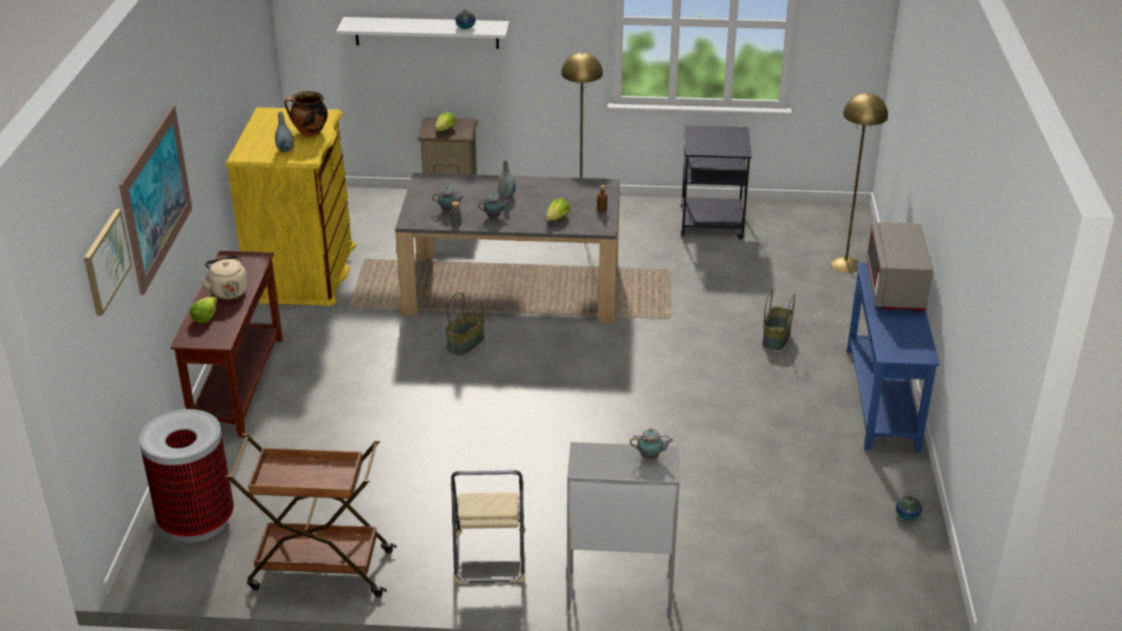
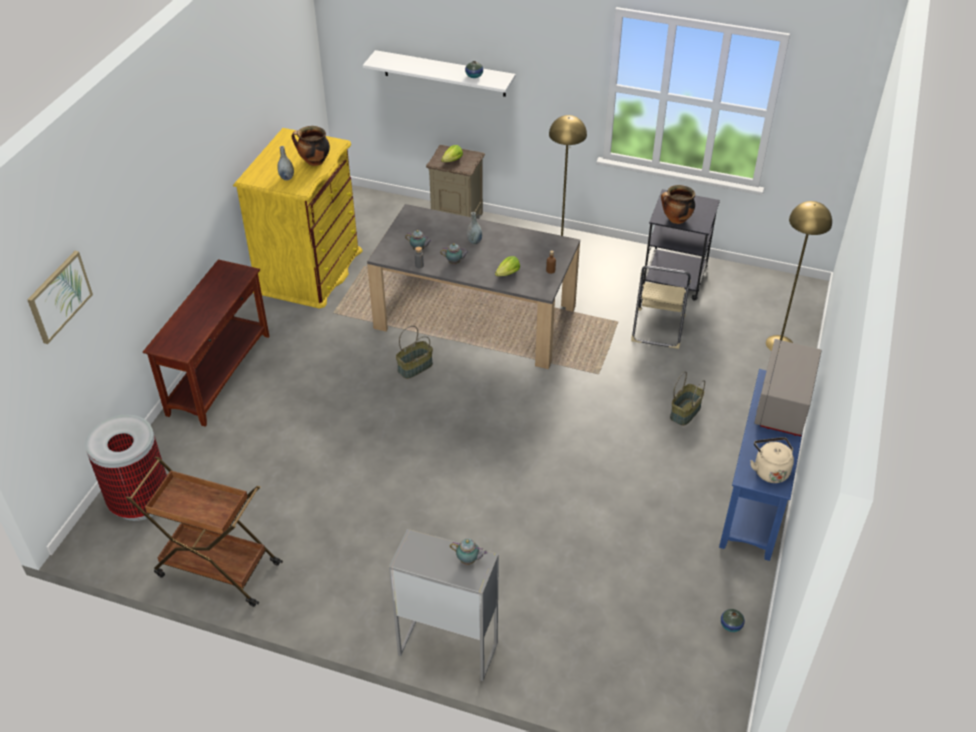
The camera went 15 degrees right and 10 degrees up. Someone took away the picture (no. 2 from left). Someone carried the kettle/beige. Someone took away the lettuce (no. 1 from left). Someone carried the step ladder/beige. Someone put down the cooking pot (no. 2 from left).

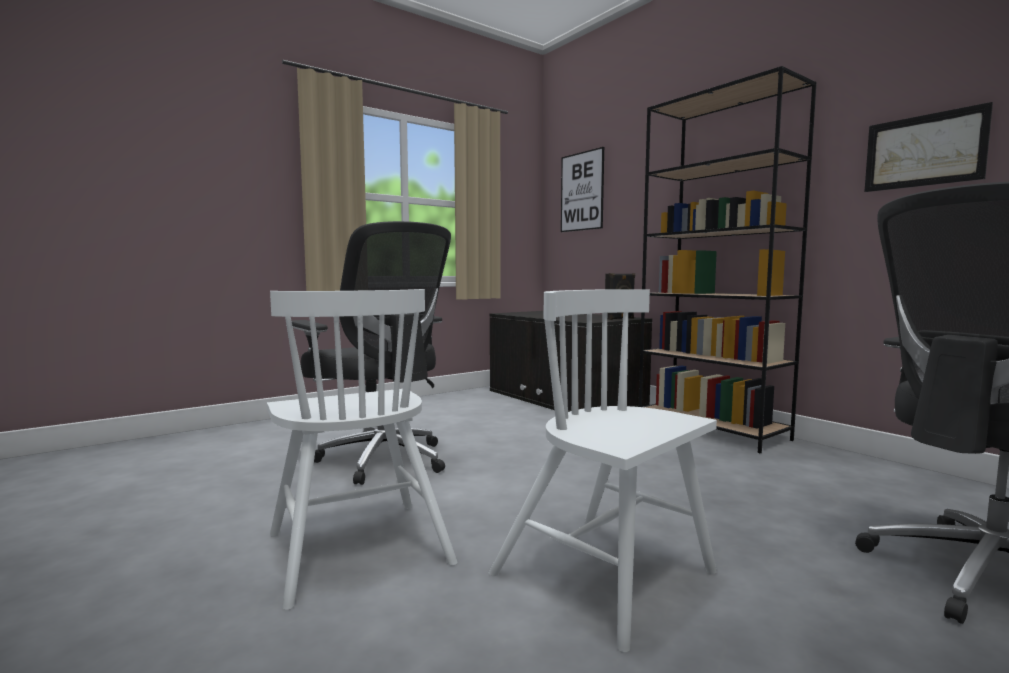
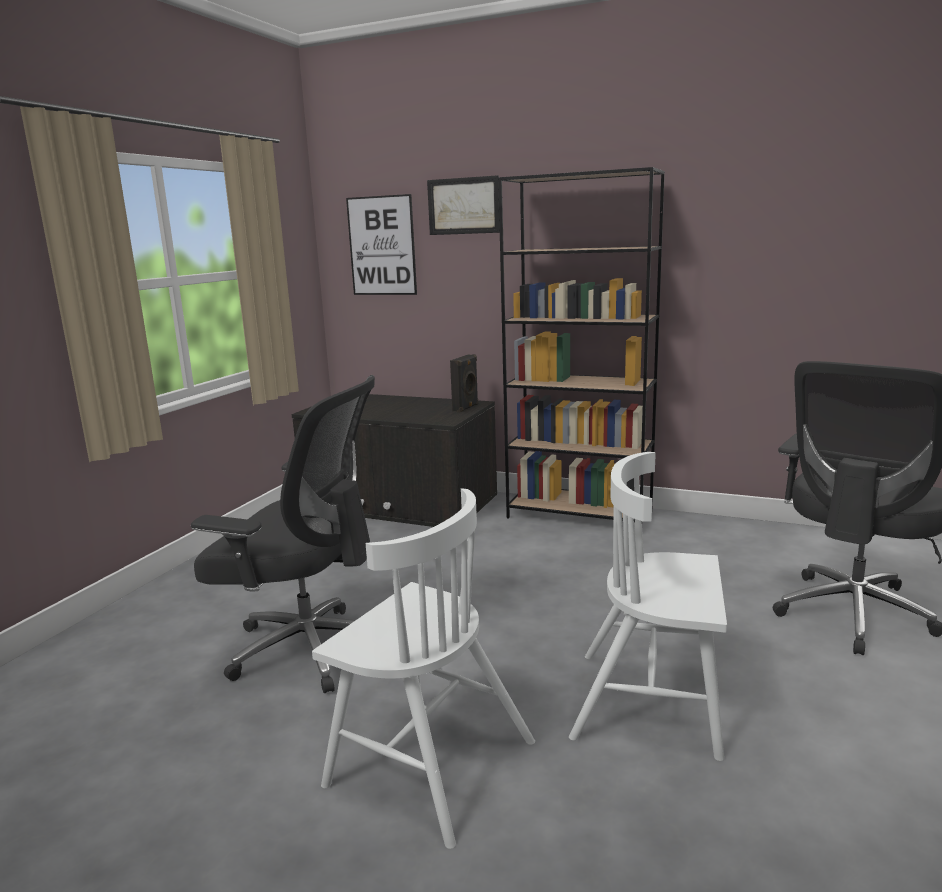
The camera went 30 degrees left and 10 degrees up. Someone carried the picture (no. 2 from left).

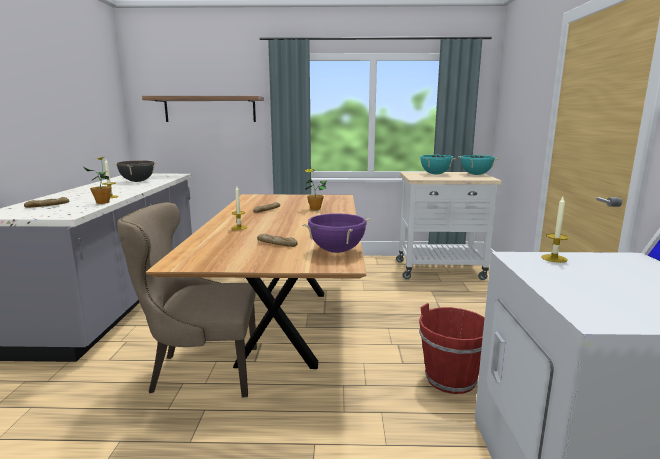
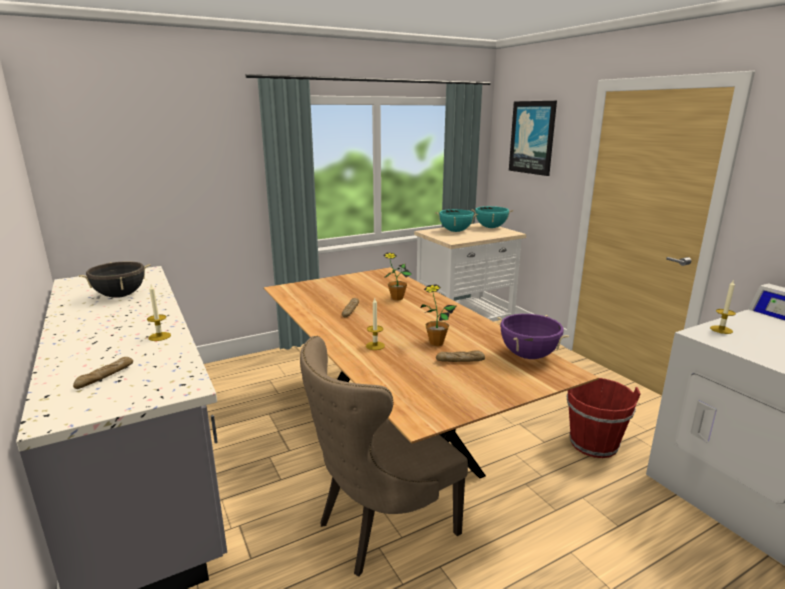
The camera went 30 degrees left and 5 degrees up. Someone took away the shelf. Someone carried the potted plant (no. 1 from left in the first image). Someone put up the picture.

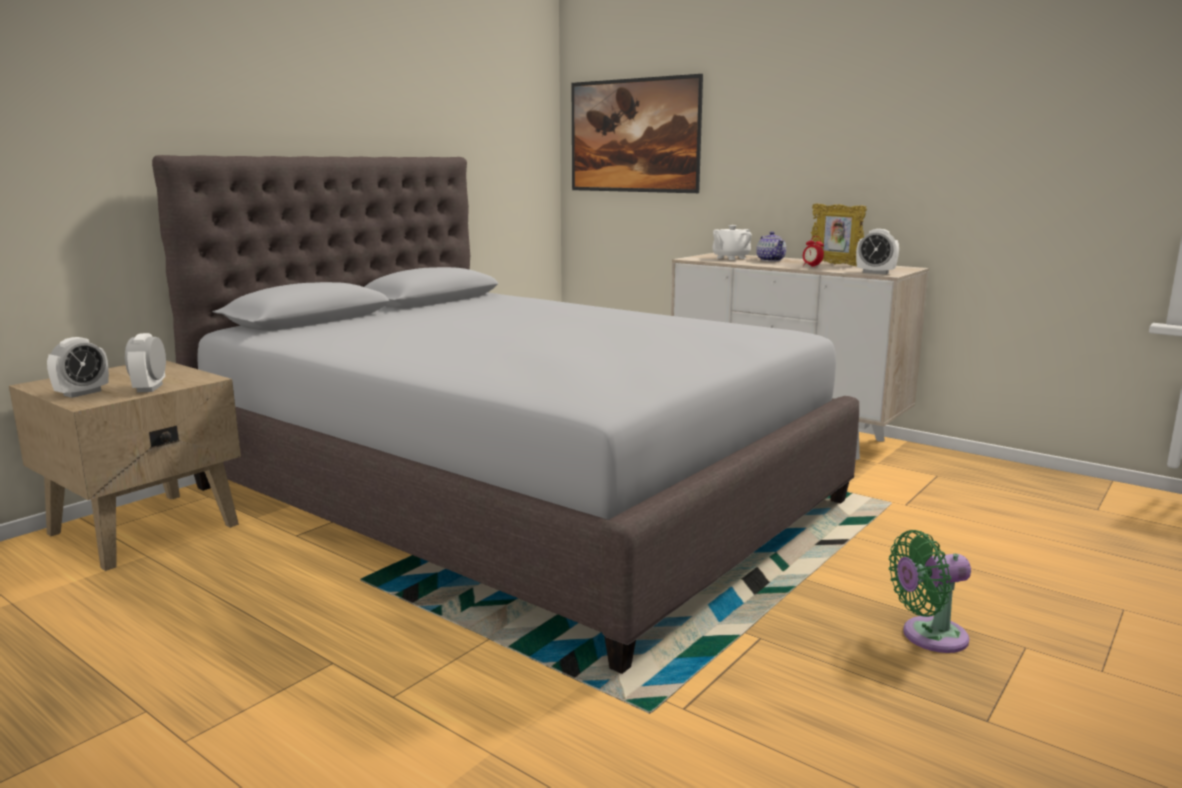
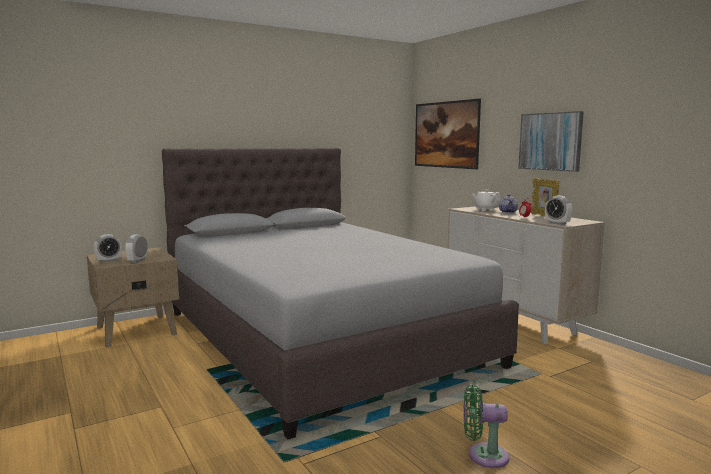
The camera went 20 degrees right and 5 degrees down. Someone put up the picture (no. 2 from left).

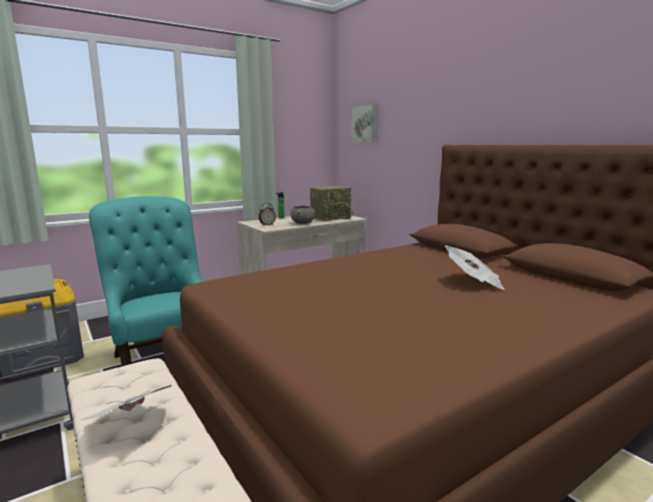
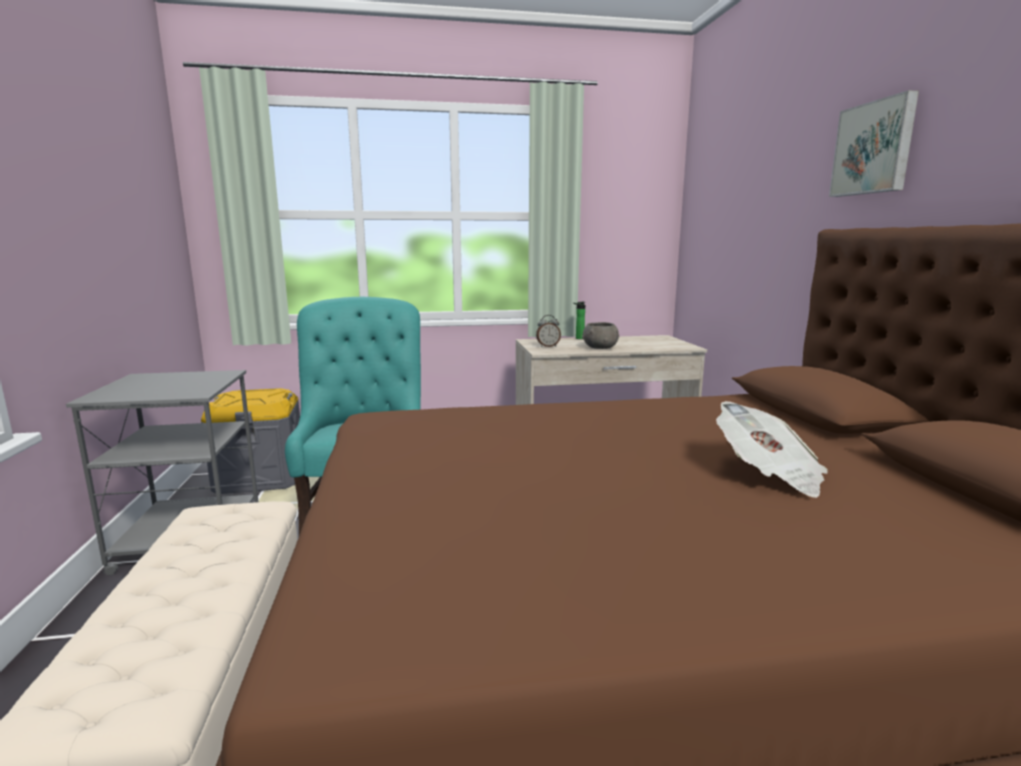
The camera went 25 degrees right and 0 degrees up. Someone carried the picture. Someone took away the radio. Someone took away the newspaper (no. 1 from left).

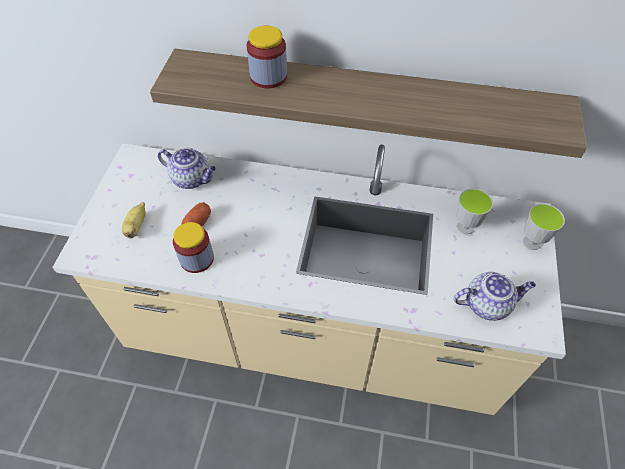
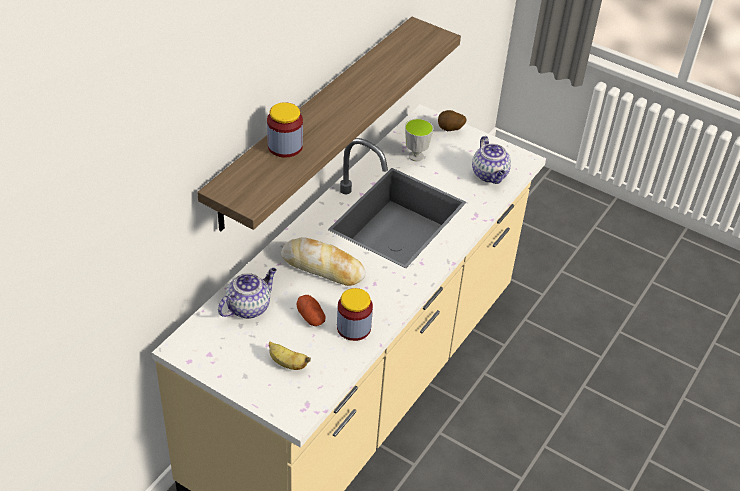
The camera went 70 degrees left and 10 degrees down. Someone swapped the cup (no. 2 from left) for the potato (no. 2 from left). Someone rotated the teapot (no. 2 from left) by 150 degrees clockwise. Someone put down the bread.

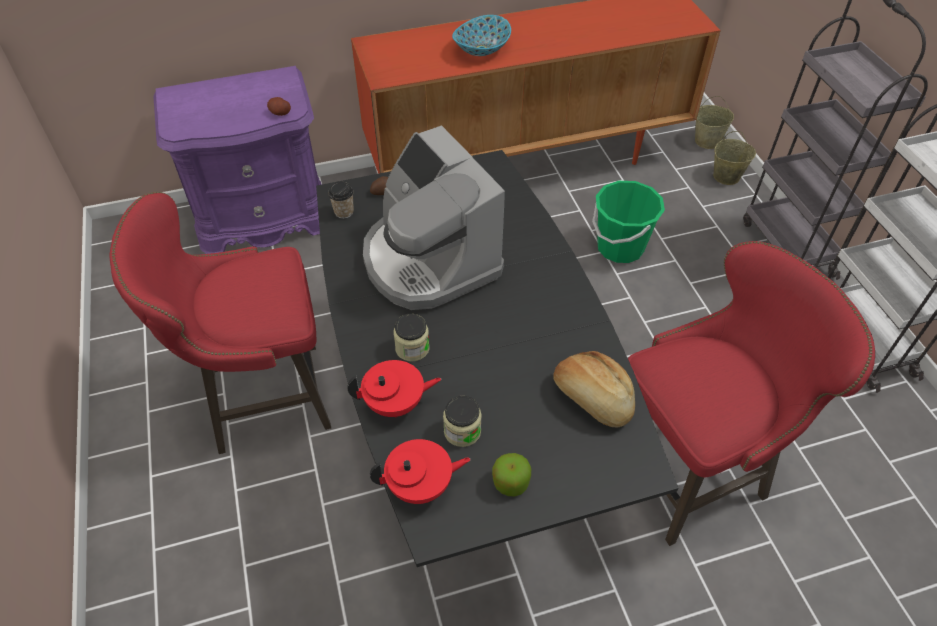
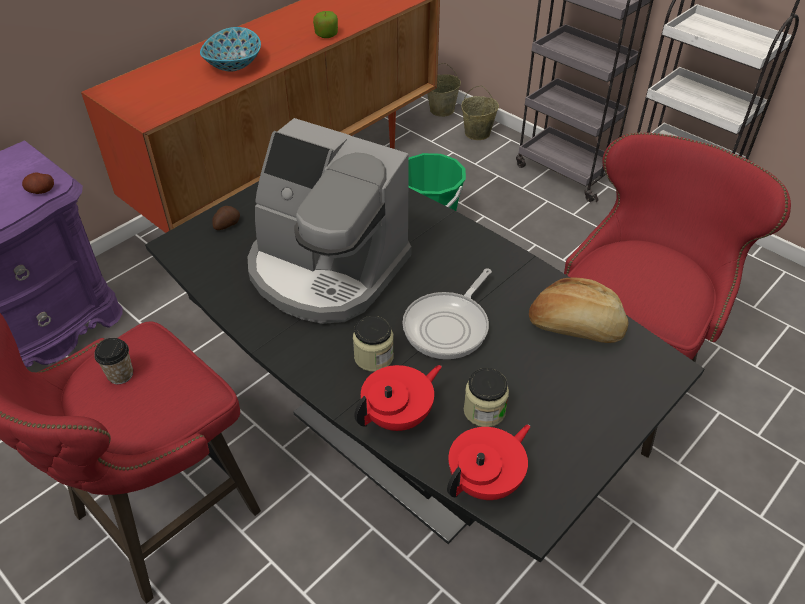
The camera went 30 degrees left and 5 degrees down. Someone carried the cup. Someone carried the apple. Someone put down the frying pan.

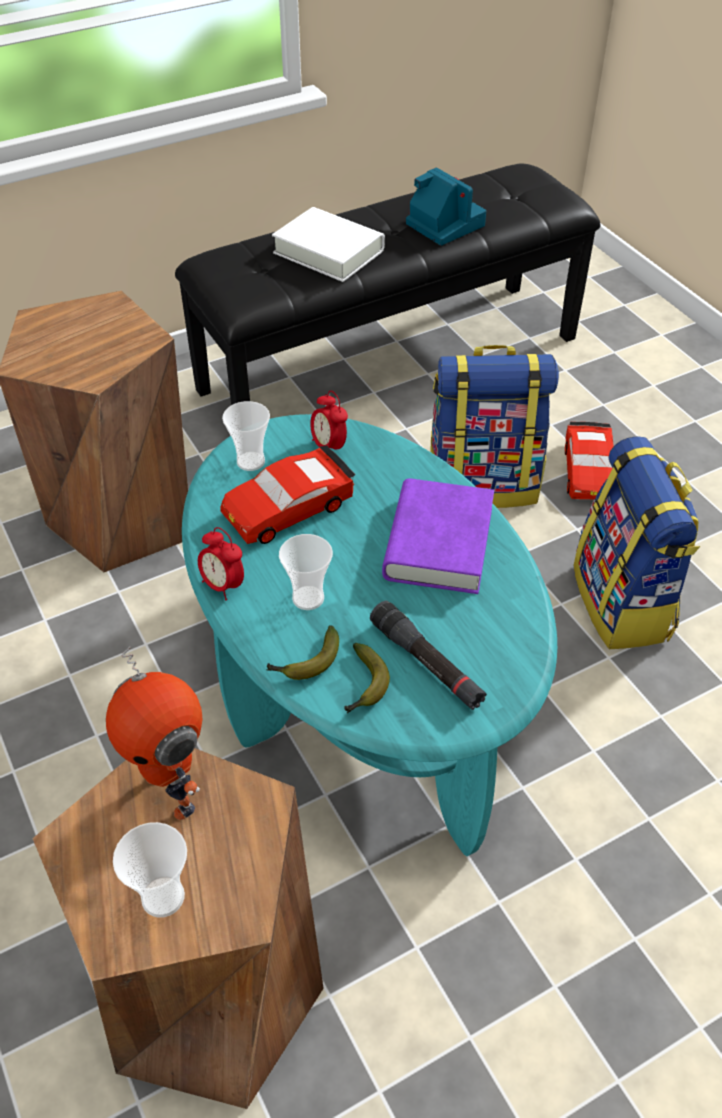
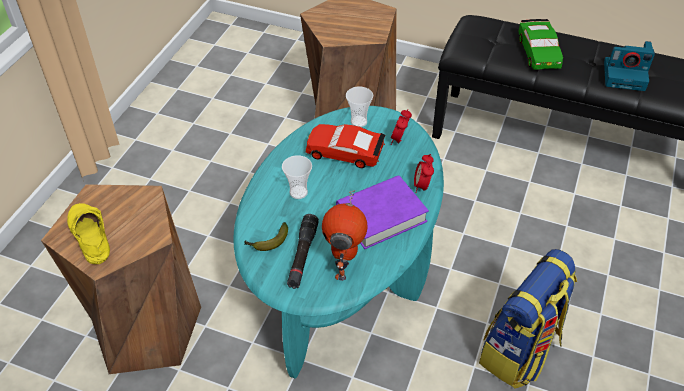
The camera went 50 degrees right and 0 degrees up. Someone rotated the photo camera by 90 degrees clockwise. Someone swapped the book/white for the toy car/green. Someone took away the backpack (no. 1 from left). Someone took away the toy car/red (no. 2 from left). Someone carried the alarm clock (no. 1 from left in the first image). Someone took away the banana (no. 1 from left). Someone carried the toy robot. Someone swapped the cup (no. 1 from left) for the shoe/yellow.

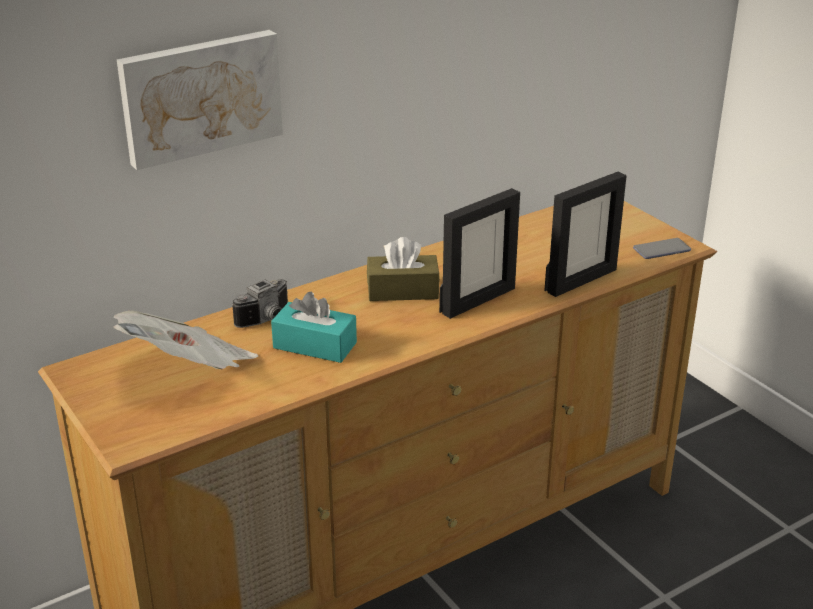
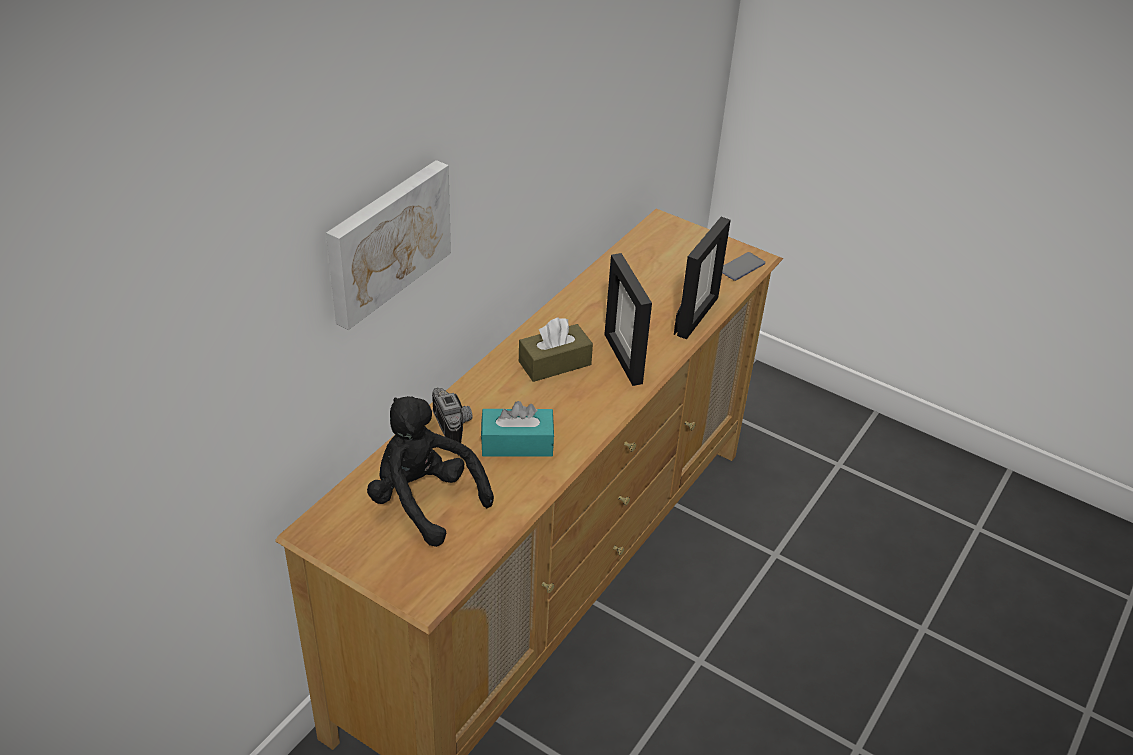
The camera went 25 degrees left and 10 degrees up. Someone rotated the picture frame (no. 1 from left) by 135 degrees clockwise. Someone rotated the photo camera by 45 degrees counterclockwise. Someone swapped the newspaper for the plush toy/black.

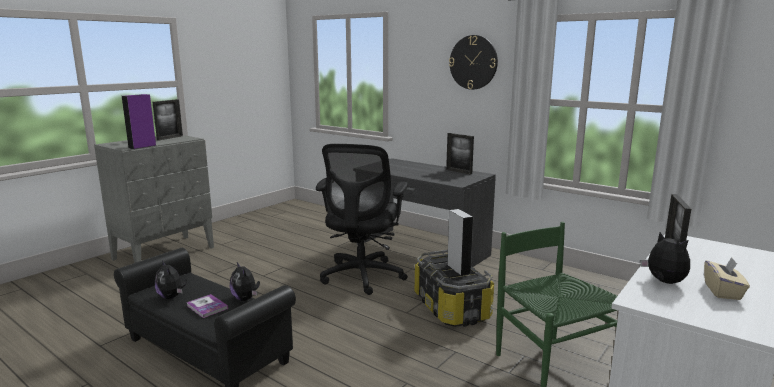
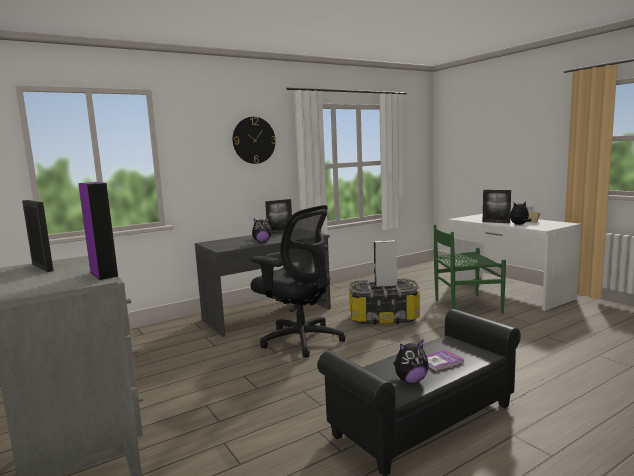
The camera went 70 degrees left and 5 degrees down. Someone carried the plush toy (no. 2 from left in the first image).

